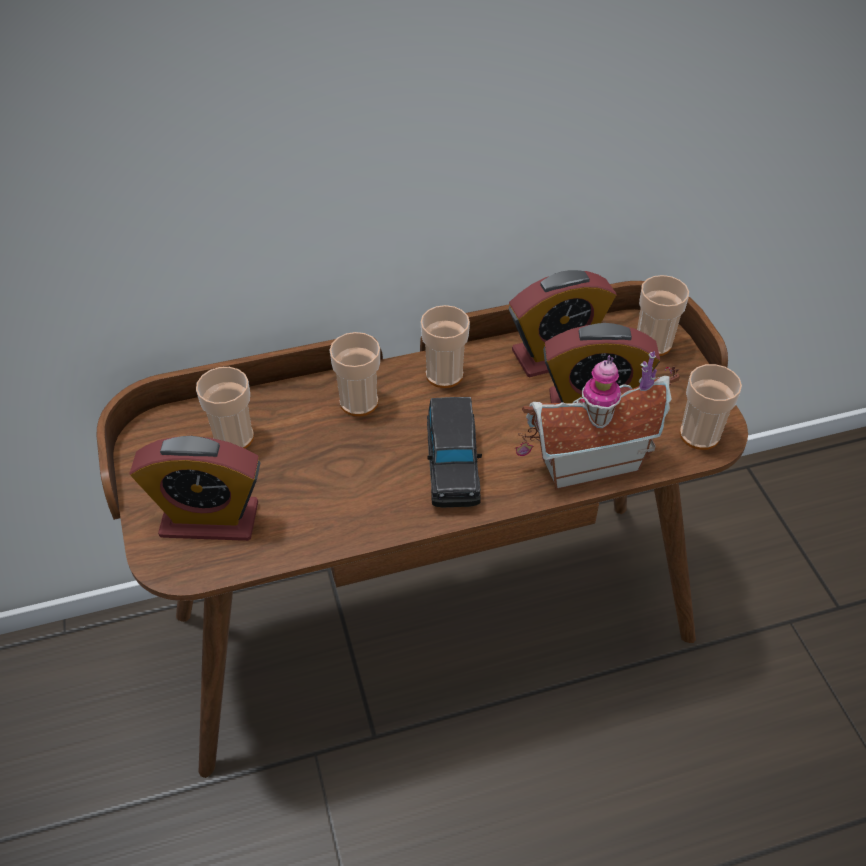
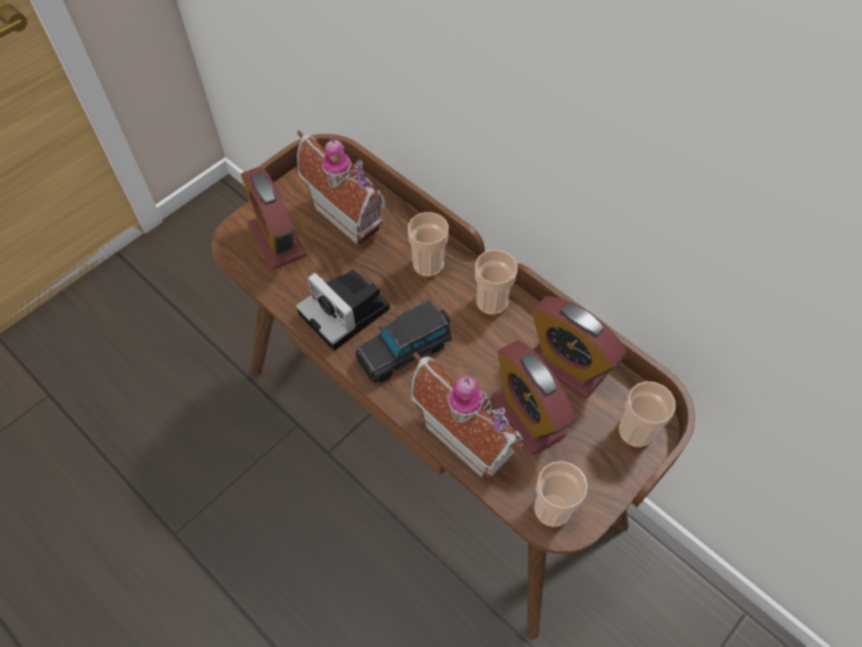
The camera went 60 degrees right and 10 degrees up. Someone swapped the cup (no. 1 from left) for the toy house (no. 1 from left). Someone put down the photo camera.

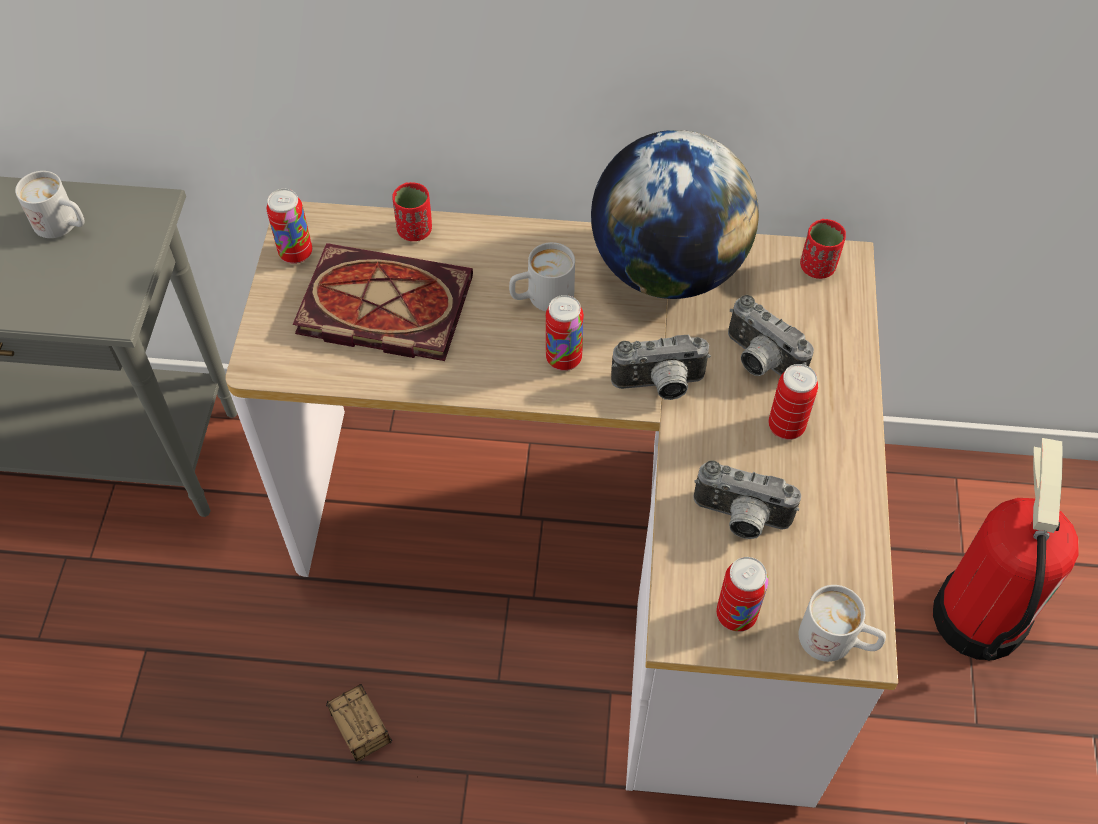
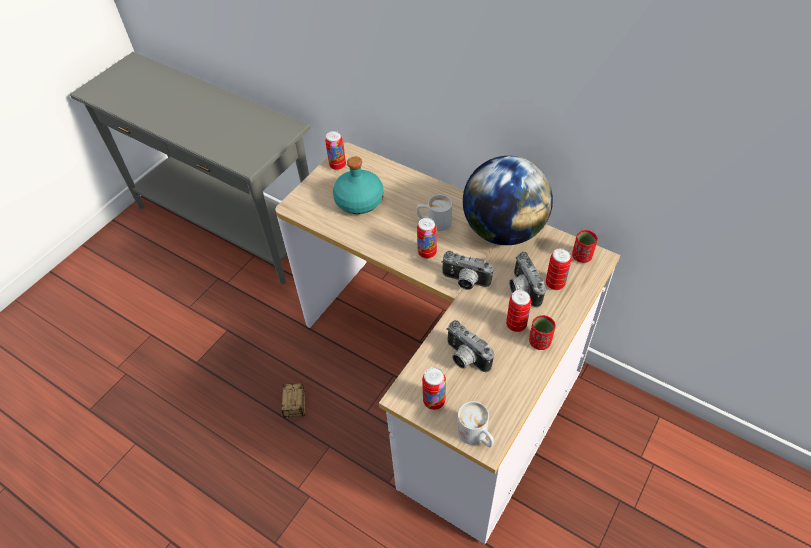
The camera went 30 degrees right and 5 degrees down. Someone took away the mug/white (no. 1 from left). Someone carried the cup/red (no. 1 from left). Someone swapped the book for the bottle/turquoise. Someone took away the fire extinguisher. Someone put down the can (no. 5 from left).

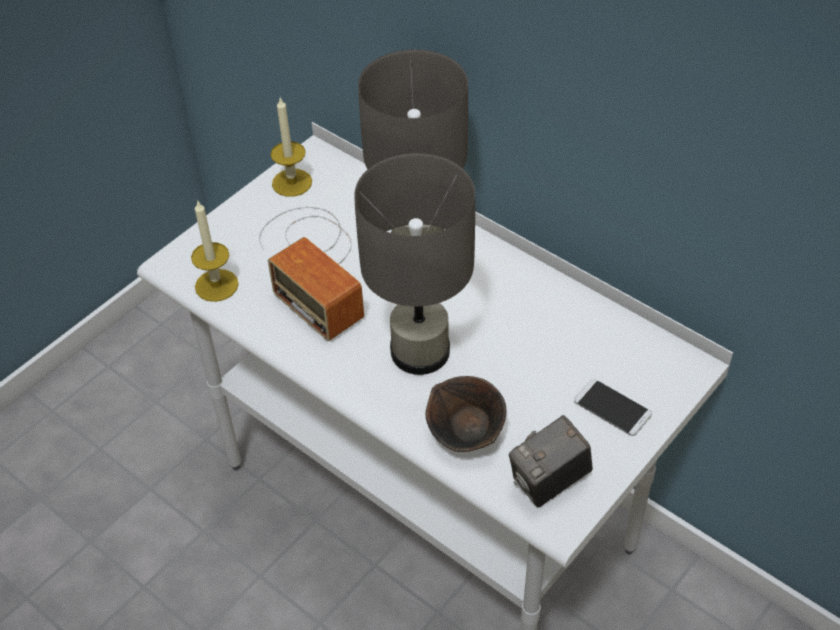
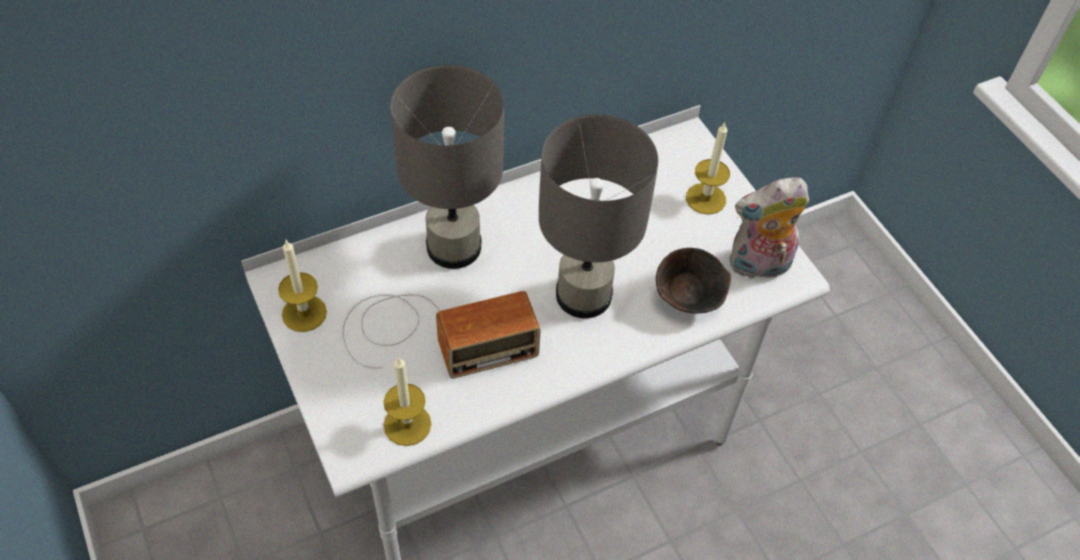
The camera went 70 degrees left and 5 degrees up. Someone swapped the phone for the candle (no. 3 from left). Someone swapped the photo camera for the plush toy.

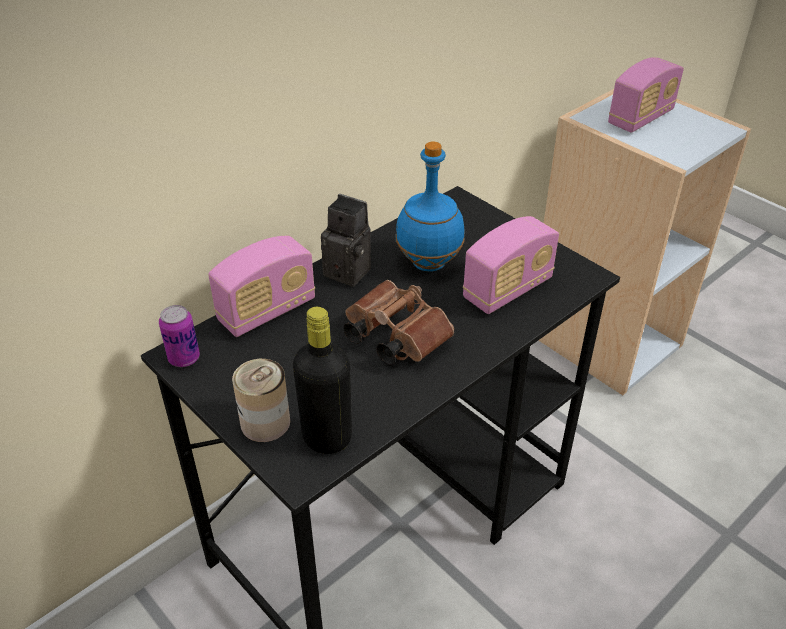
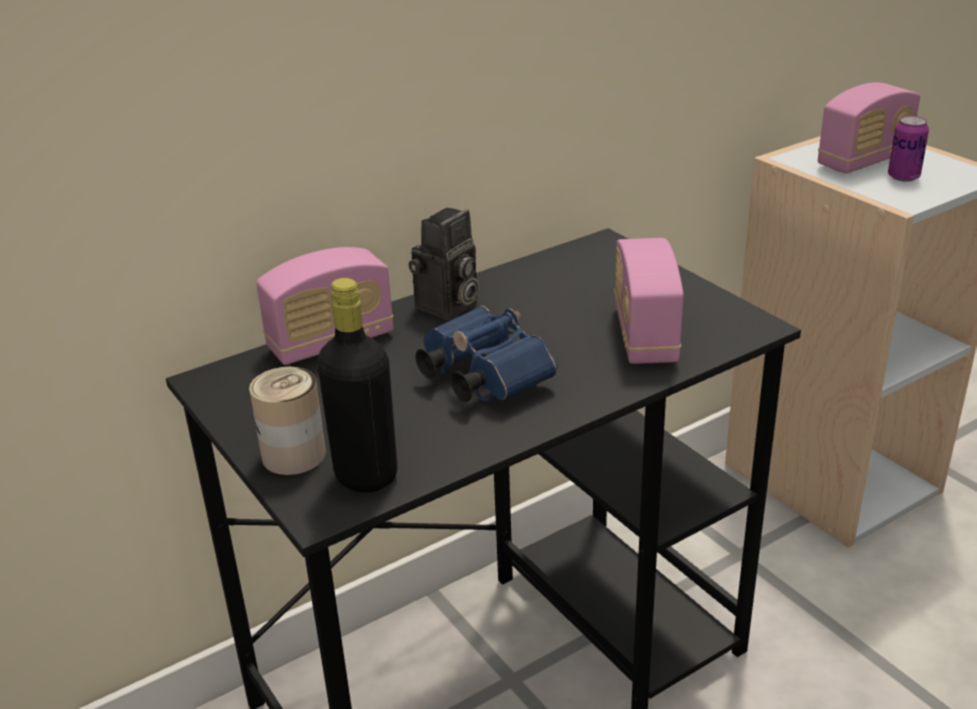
The camera went 10 degrees right and 10 degrees down. Someone took away the bottle/blue. Someone rotated the photo camera by 90 degrees clockwise. Someone rotated the radio (no. 2 from left) by 120 degrees clockwise. Someone repainted the binoculars/brown, which became the binoculars/blue. Someone carried the can (no. 1 from left in the first image).

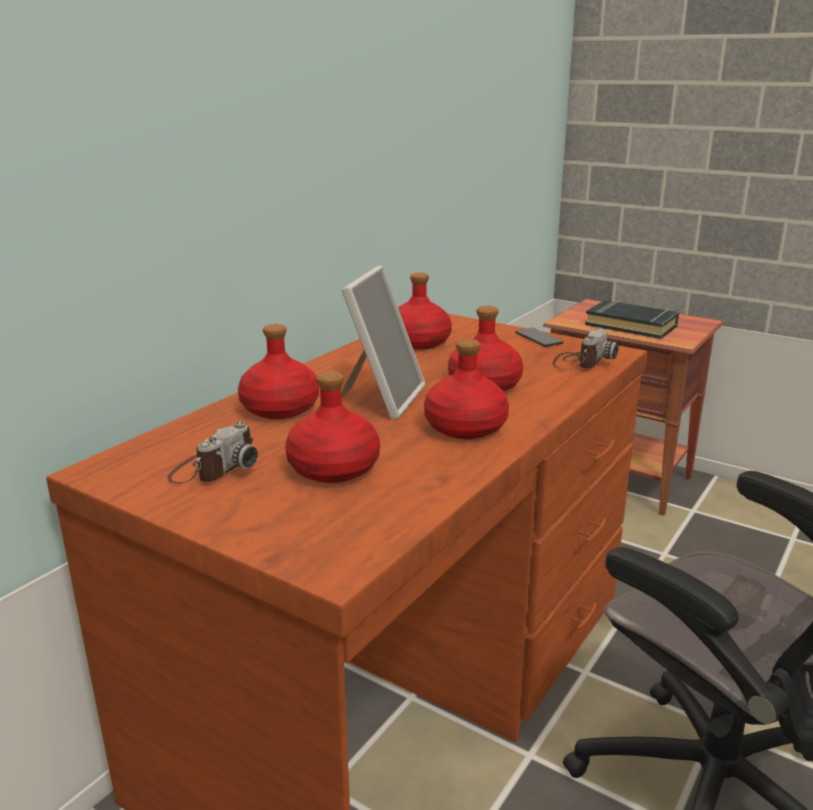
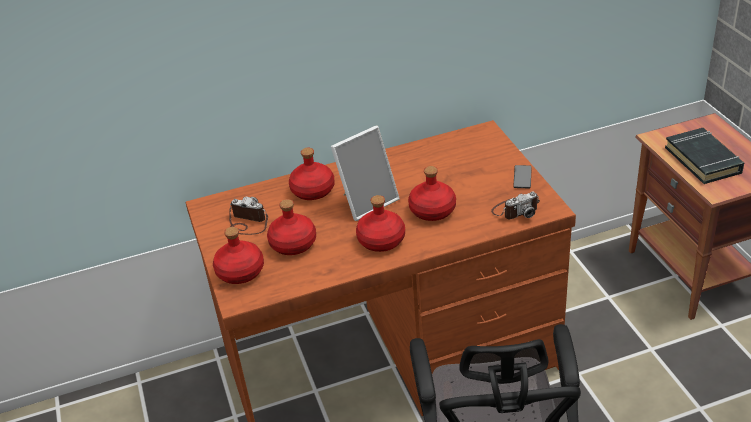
The camera went 40 degrees right and 15 degrees up. Someone carried the bottle/red (no. 3 from left in the first image). Someone rotated the photo camera (no. 1 from left) by 135 degrees counterclockwise.

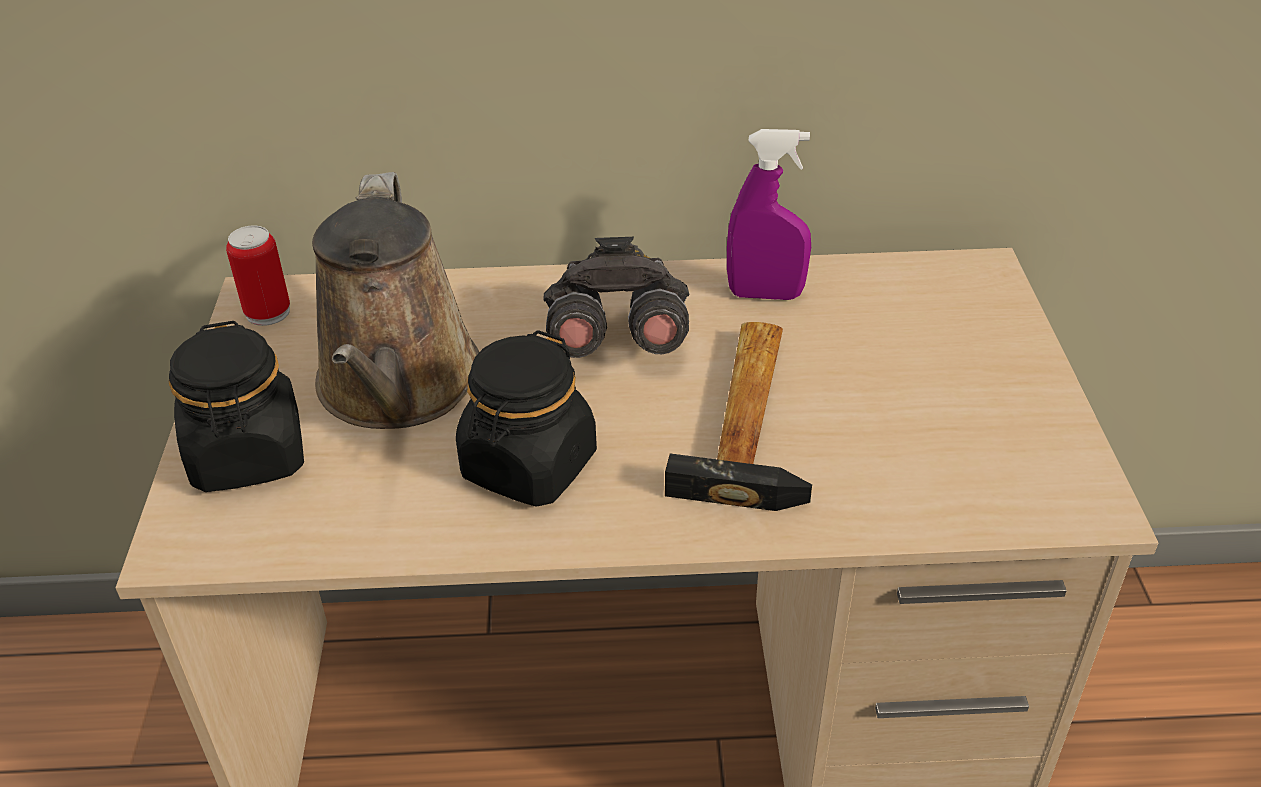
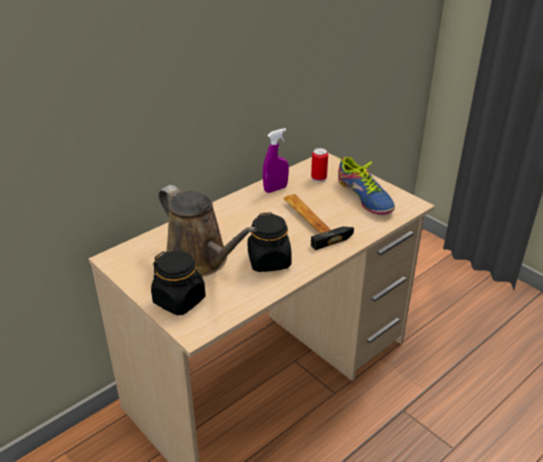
The camera went 40 degrees left and 5 degrees down. Someone carried the can. Someone took away the binoculars/grey. Someone put down the shoe.

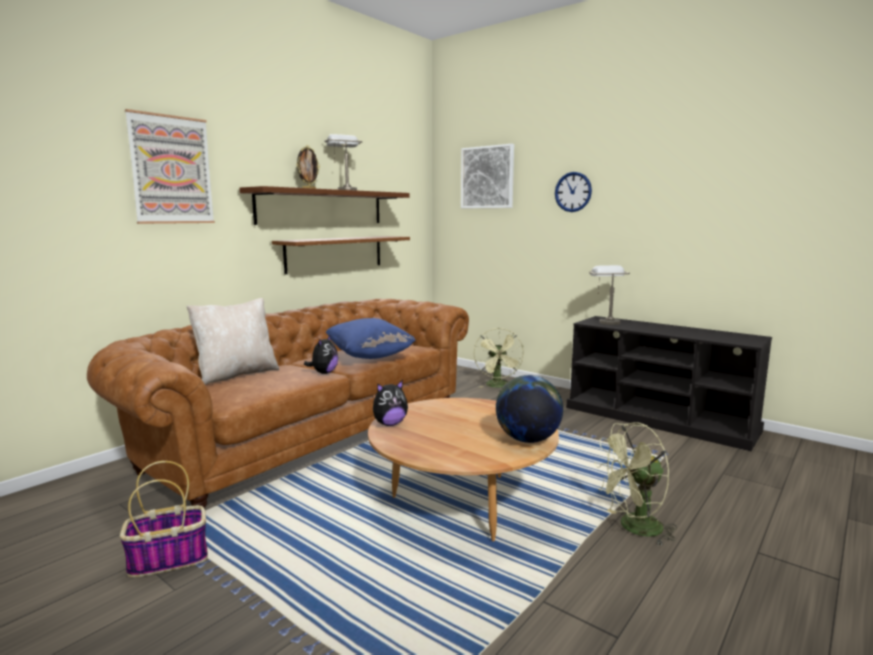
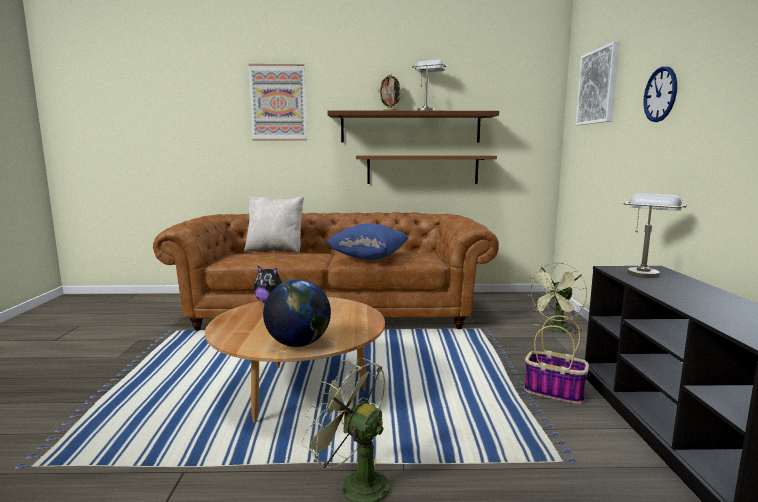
The camera went 50 degrees right and 0 degrees up. Someone took away the plush toy (no. 1 from left). Someone carried the basket.

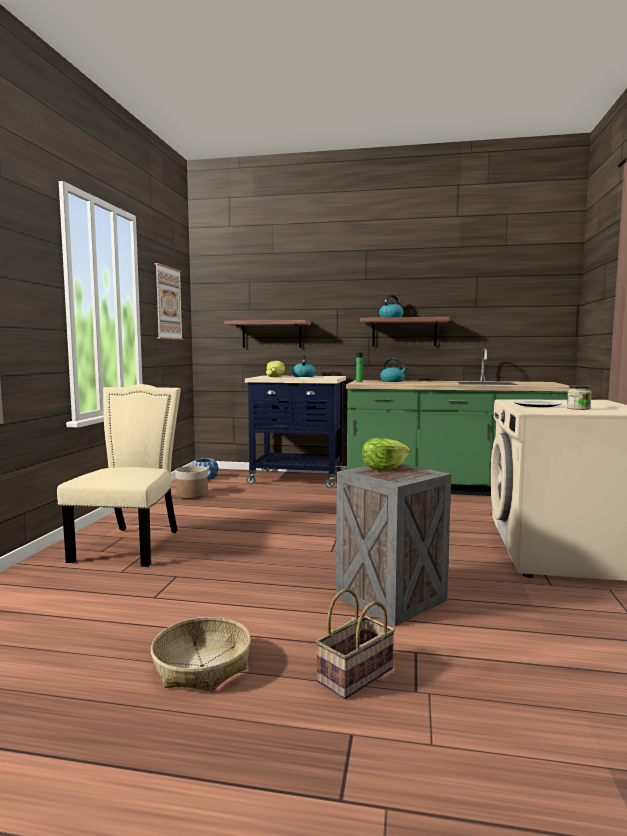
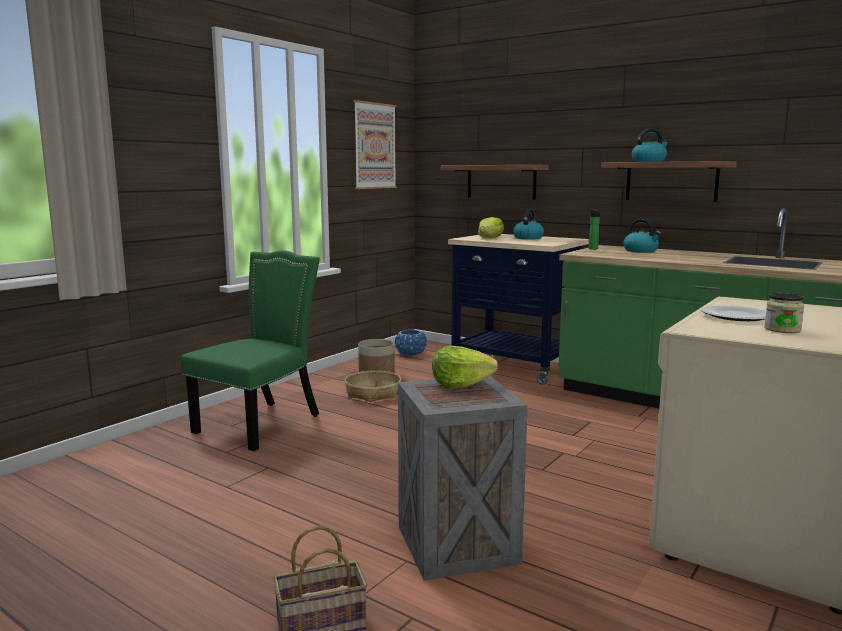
The camera went 25 degrees right and 5 degrees up. Someone repainted the chair/beige, which became the chair/green. Someone carried the basket (no. 1 from left in the first image).

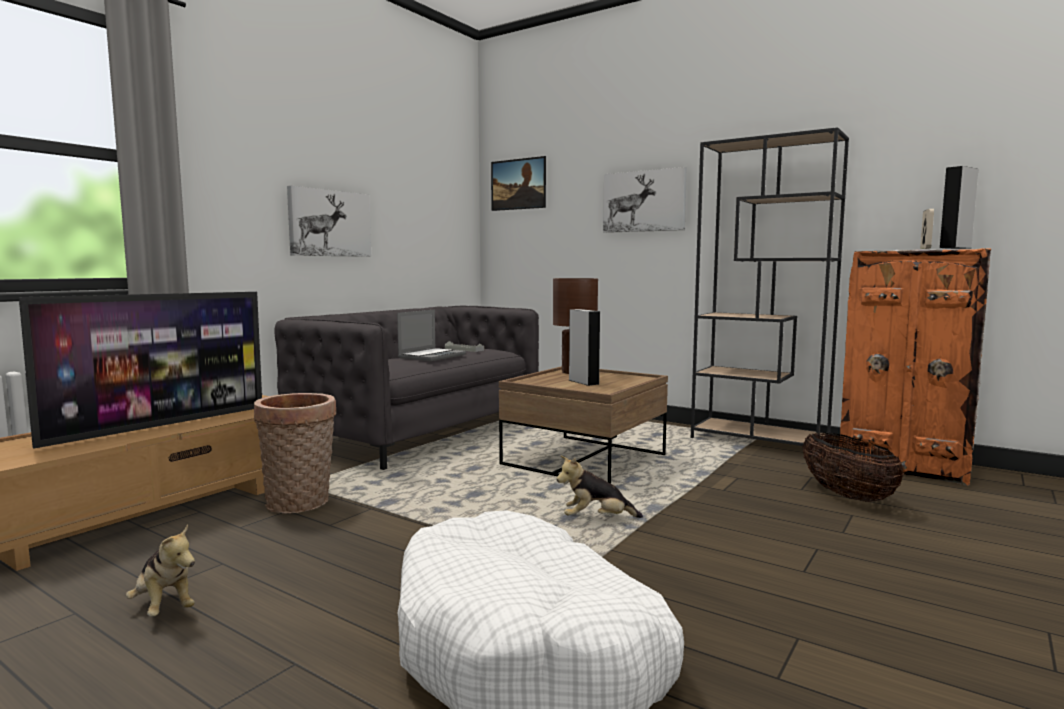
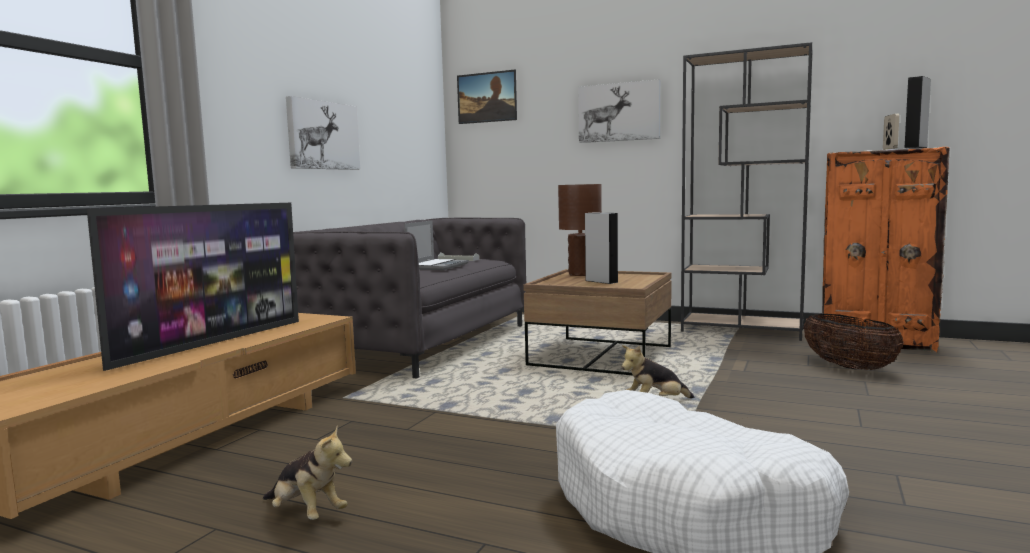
The camera went 10 degrees left and 0 degrees up. Someone took away the basket (no. 1 from left).

